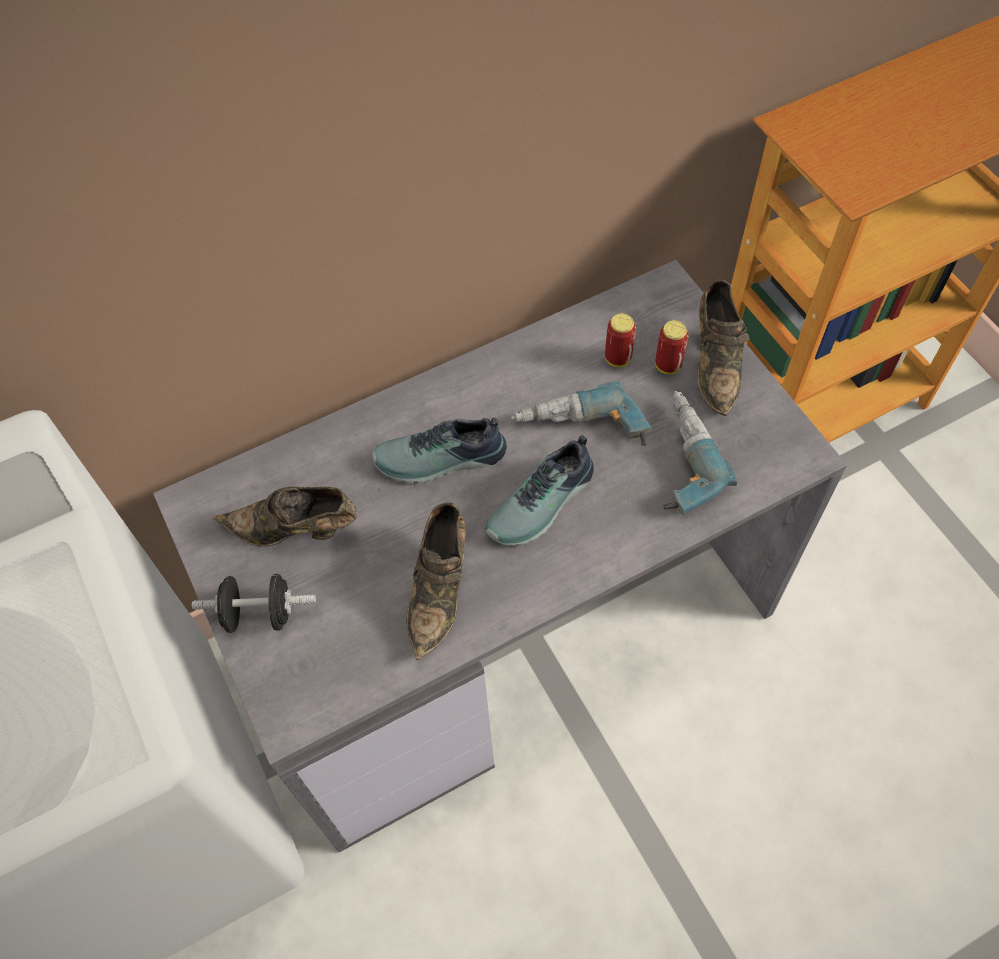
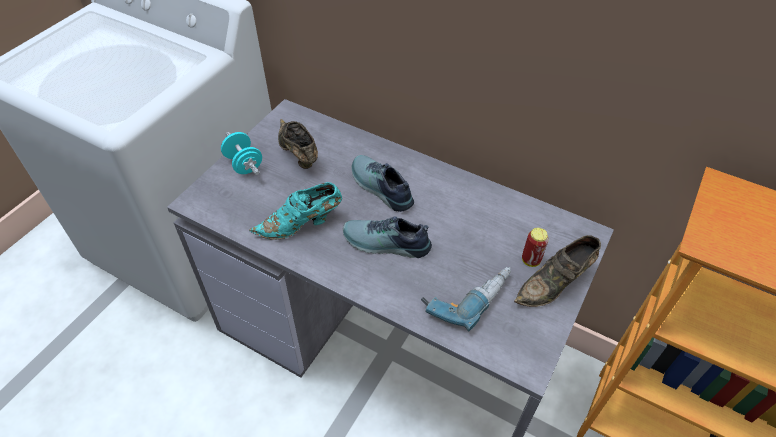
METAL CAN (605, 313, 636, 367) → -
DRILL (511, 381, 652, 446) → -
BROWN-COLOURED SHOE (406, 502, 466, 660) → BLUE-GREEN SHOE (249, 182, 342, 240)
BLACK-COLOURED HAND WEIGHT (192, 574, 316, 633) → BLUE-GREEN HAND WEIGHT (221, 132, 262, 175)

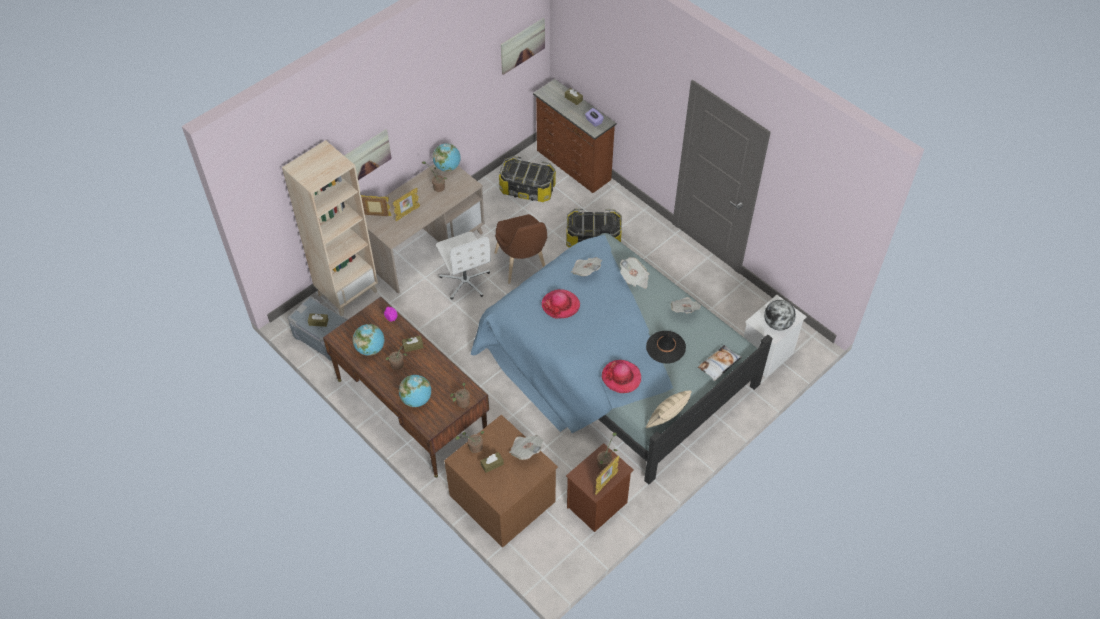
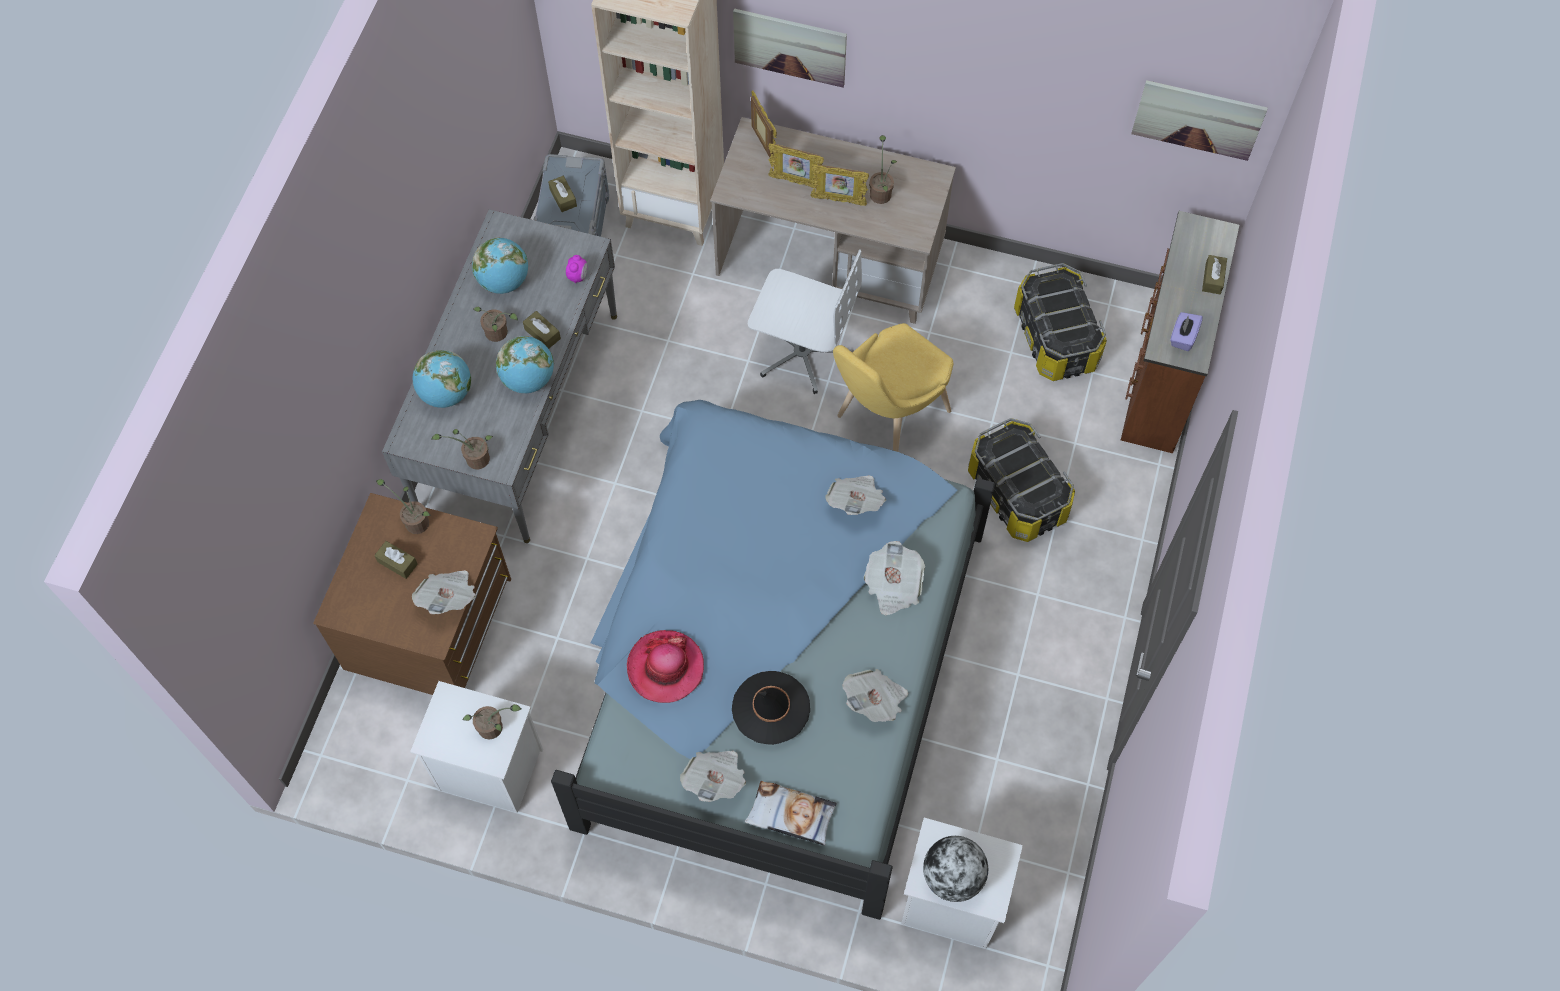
GLOBE (432, 143, 461, 172) → GLOBE (496, 336, 554, 393), moved
BROWN-COLOURED UPRIGHT CHAIR (495, 214, 547, 284) → YELLOW UPRIGHT CHAIR (833, 323, 953, 452)
WHITE-COLOURED OFFICE CHAIR (436, 232, 491, 300) → WHITE-COLOURED OFFICE CHAIR (748, 249, 862, 394), 105 degrees counterclockwise
CLOTHING HAT (541, 289, 580, 319) → -
BROWN-COLOURED DESK UNIT (323, 297, 489, 478) → GREYISH DESK UNIT (382, 209, 617, 543)
BEIGE-COLOURED THROW PILLOW (646, 390, 691, 428) → -
BROWN-COLOURED BEDSIDE TABLE (566, 443, 634, 532) → WHITE-COLOURED BEDSIDE TABLE (410, 681, 543, 813)
PICTURE FRAME (595, 456, 620, 495) → PICTURE FRAME (810, 164, 869, 206), moved
- → PRINTED PAPER (680, 751, 746, 802)

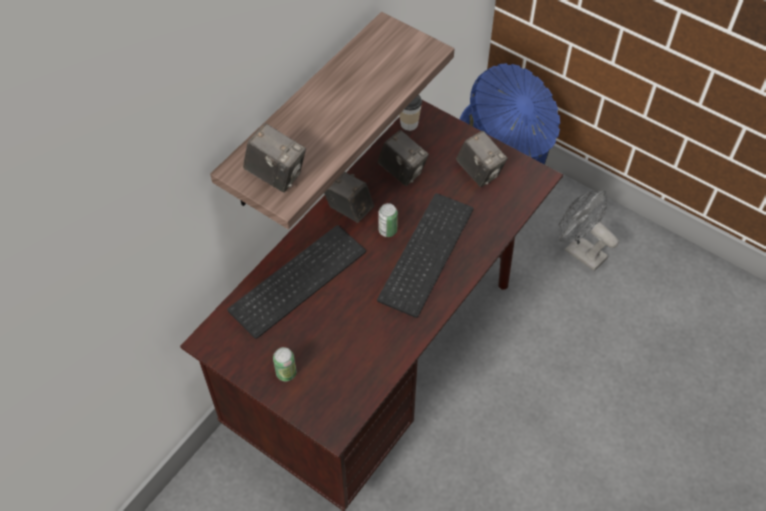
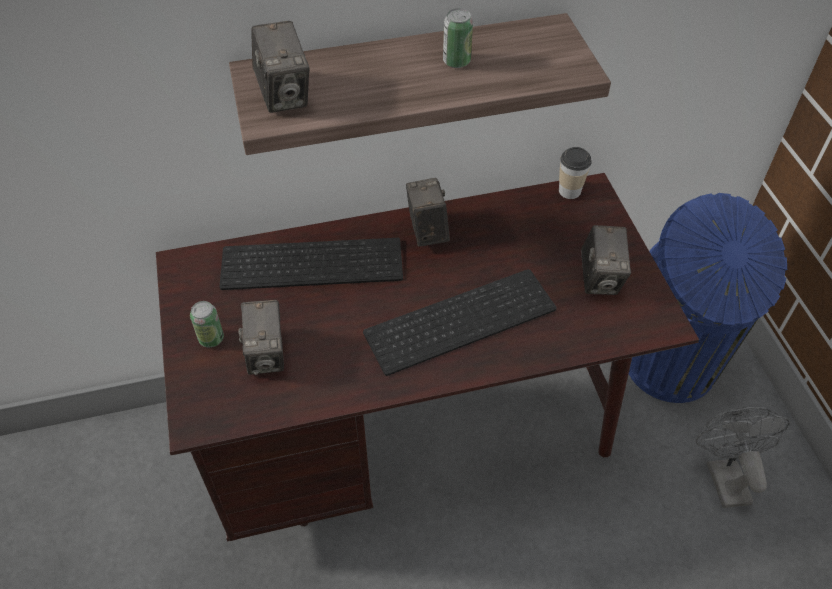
PHOTO CAMERA (377, 130, 429, 186) → PHOTO CAMERA (238, 300, 284, 375), moved
METAL CAN (378, 203, 398, 237) → METAL CAN (443, 9, 473, 68), moved

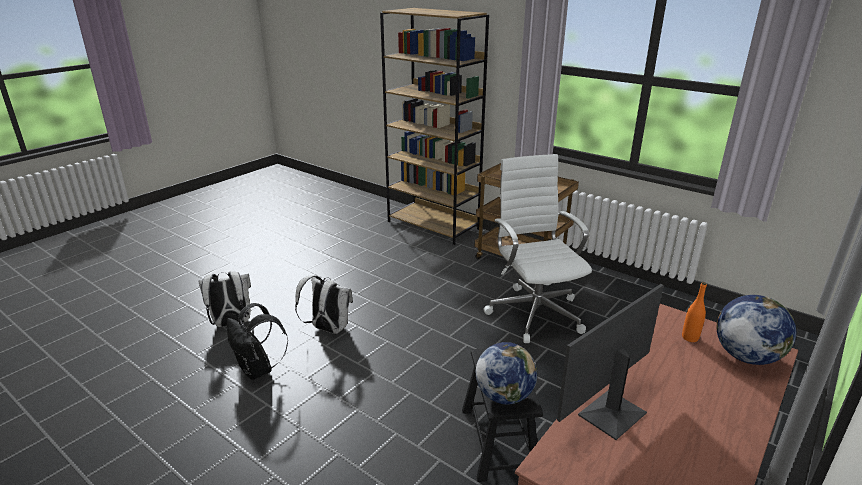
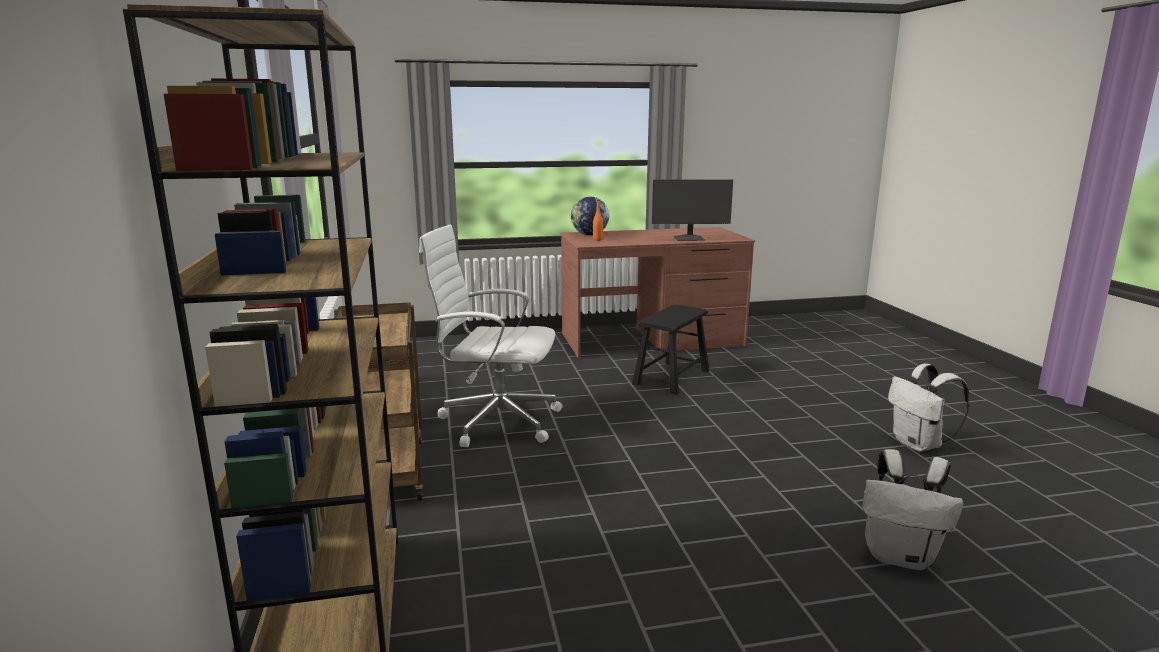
WHITE-COLOURED OFFICE CHAIR (483, 154, 592, 343) → WHITE-COLOURED OFFICE CHAIR (419, 225, 563, 447), 75 degrees clockwise
WHITE-COLOURED BACKPACK (295, 275, 353, 334) → WHITE-COLOURED BACKPACK (888, 364, 969, 452), moved
BLACK-COLOURED BACKPACK (227, 303, 288, 380) → -
GLOBE (476, 342, 537, 404) → -

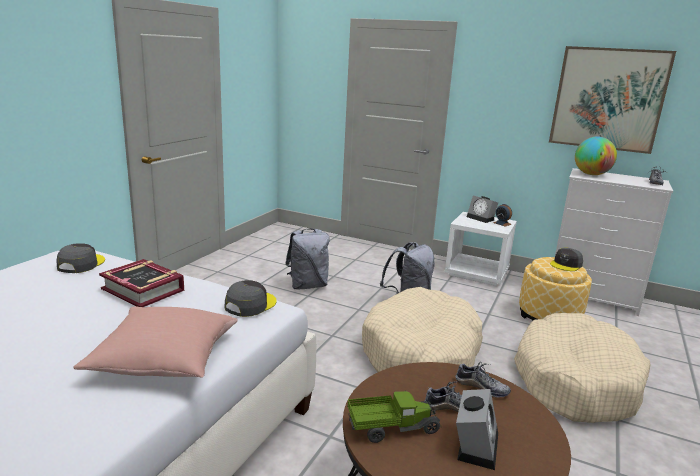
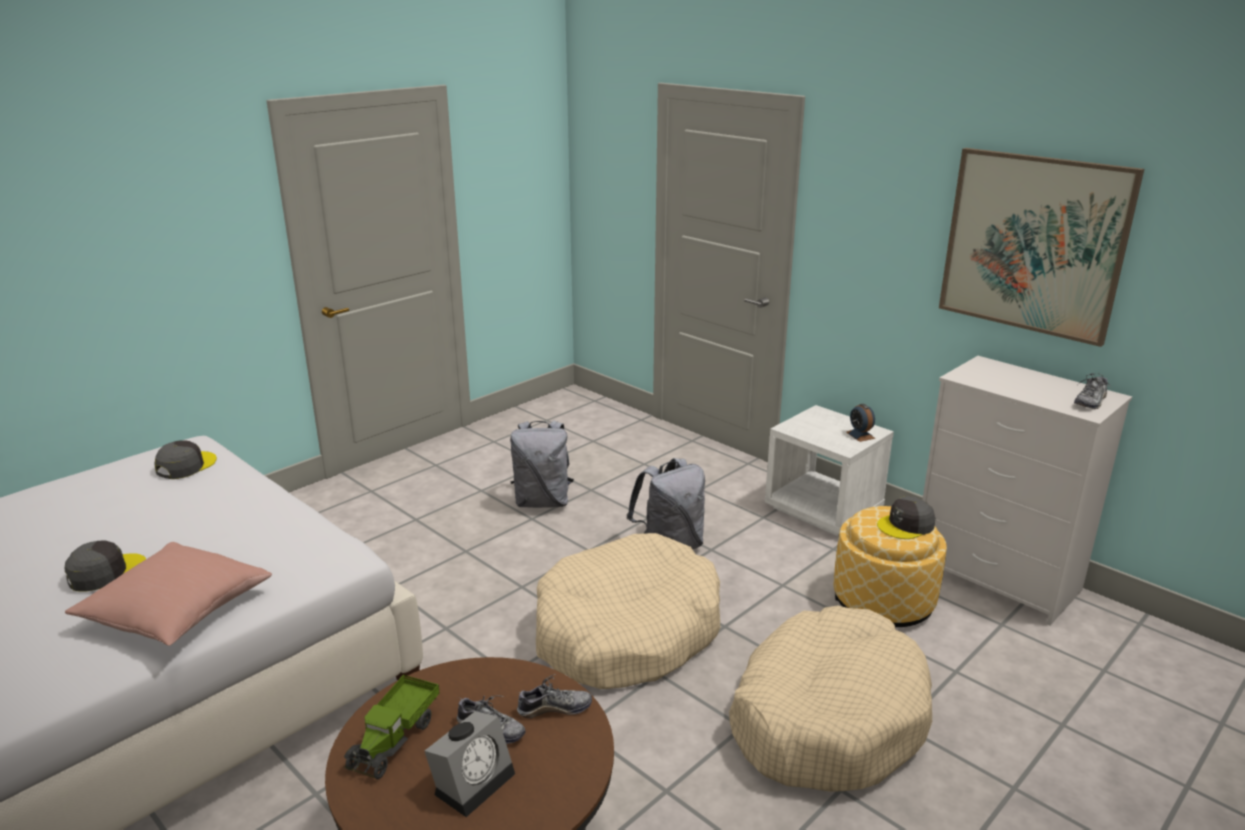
GLOBE (575, 136, 617, 175) → -
TABLE CLOCK (467, 196, 498, 223) → -
VOLUME (99, 259, 184, 307) → -
GREYISH PEAKED CAP (224, 280, 277, 317) → GREYISH PEAKED CAP (65, 540, 146, 592), moved
SHOE (455, 362, 511, 398) → SHOE (517, 674, 592, 718), 60 degrees counterclockwise
TOY LORRY (348, 390, 441, 443) → TOY LORRY (344, 675, 440, 779), 105 degrees clockwise

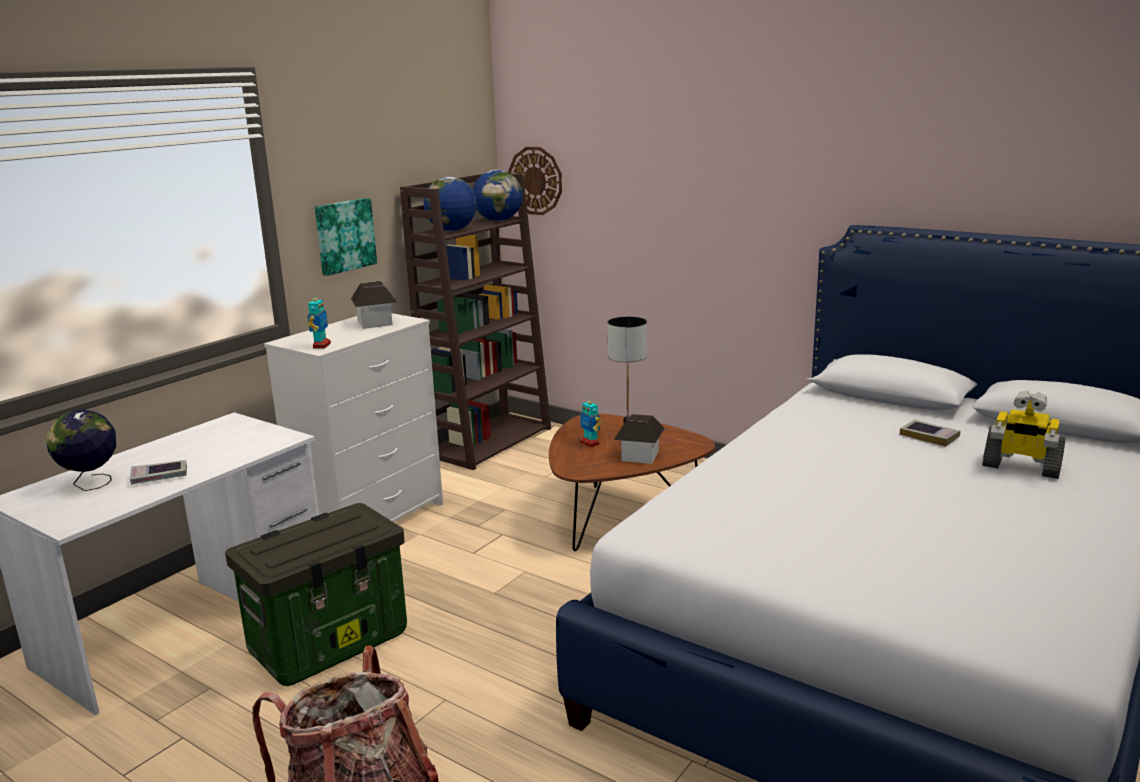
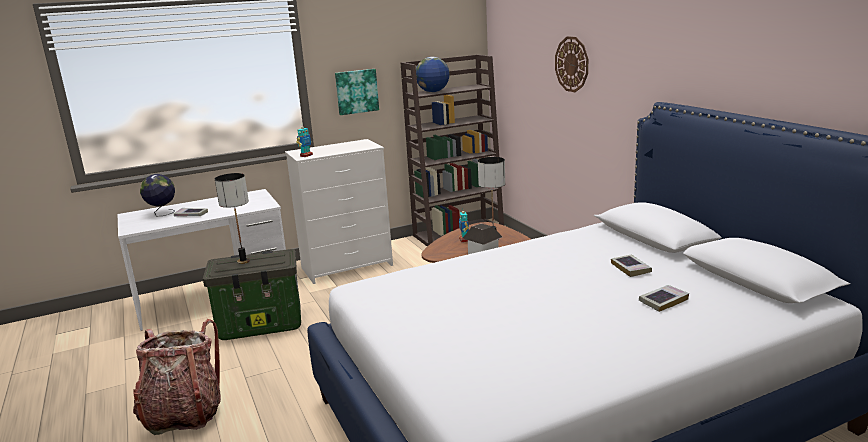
CLOCK ON THE WALL (508, 147, 562, 215) → CLOCK ON THE WALL (555, 36, 588, 92), moved
GLOBE (473, 170, 523, 221) → -
TOY HOUSE (351, 281, 397, 329) → -
TOY ROBOT (982, 391, 1066, 479) → VOLUME (639, 285, 689, 312)
- → TABLE LAMP (215, 173, 250, 264)

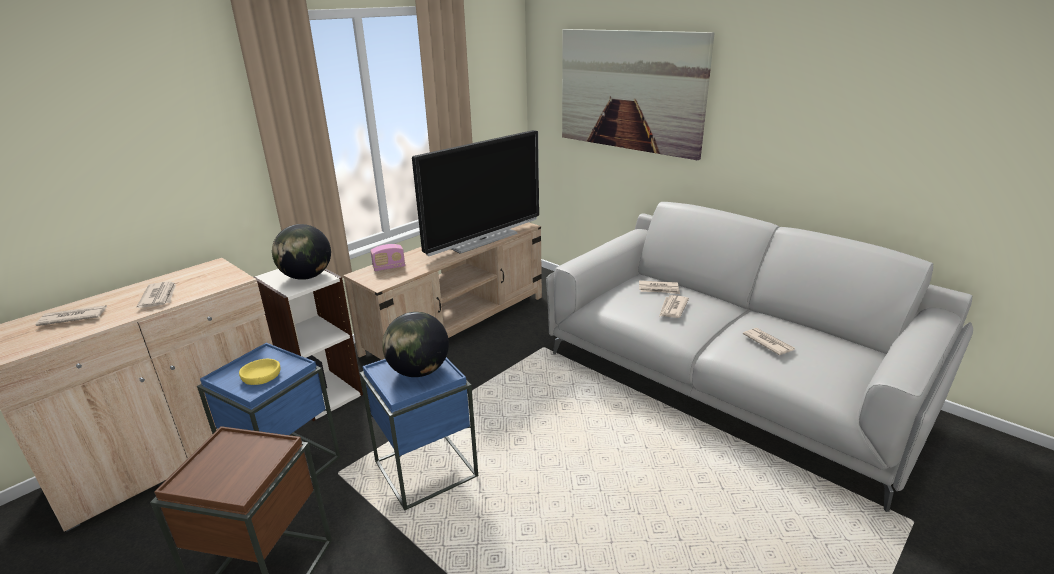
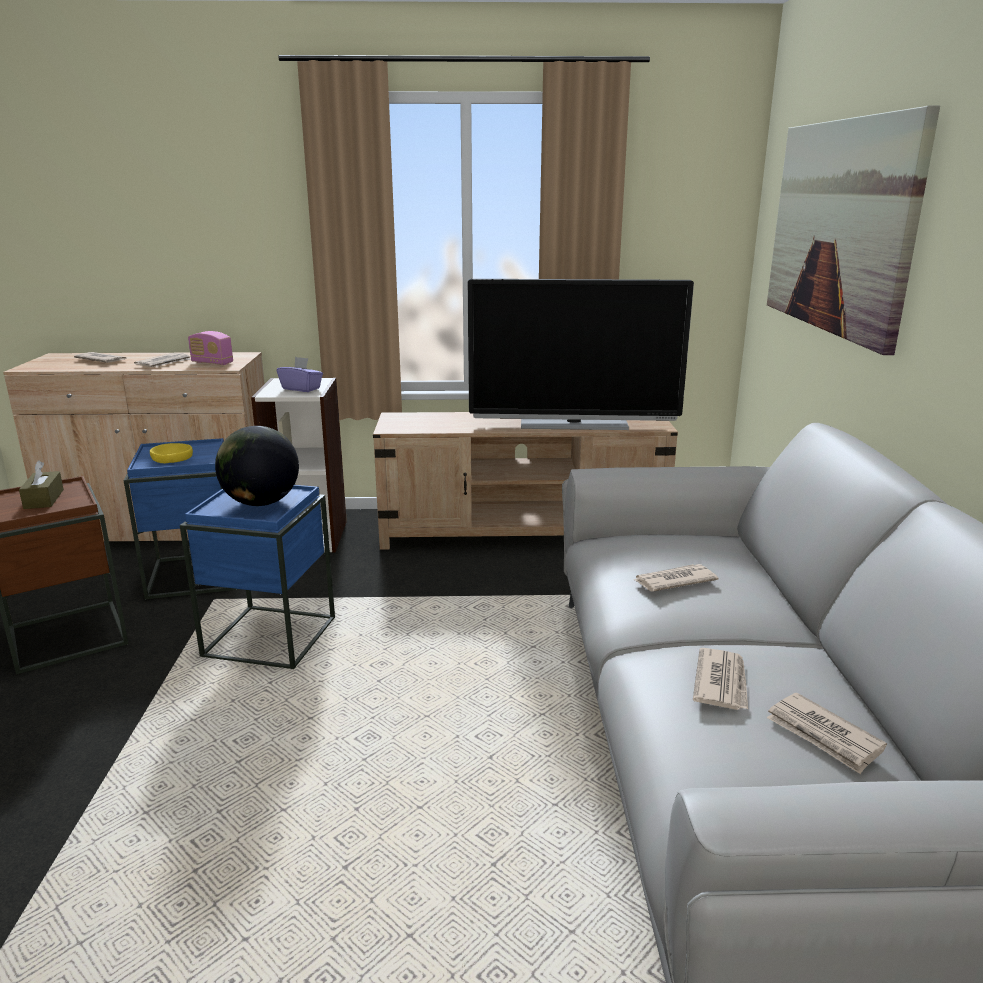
GLOBE (272, 224, 331, 280) → PURPLE-COLOURED BOX OF TISSUES (277, 357, 323, 392)
RADIO SET (370, 244, 405, 271) → RADIO SET (188, 331, 233, 365), moved
PRINTED PAPER (639, 281, 680, 294) → PRINTED PAPER (767, 693, 887, 774), moved
- → BROWN-COLOURED BOX OF TISSUES (19, 460, 64, 509)

